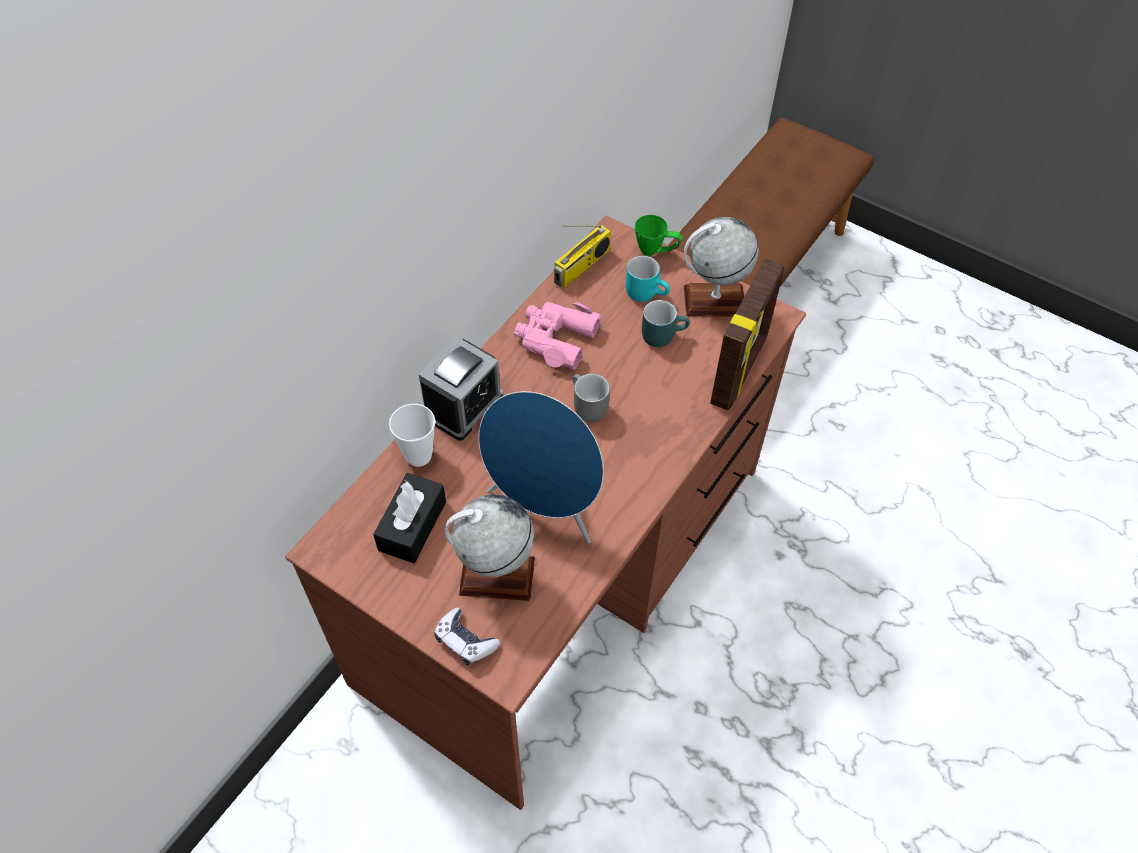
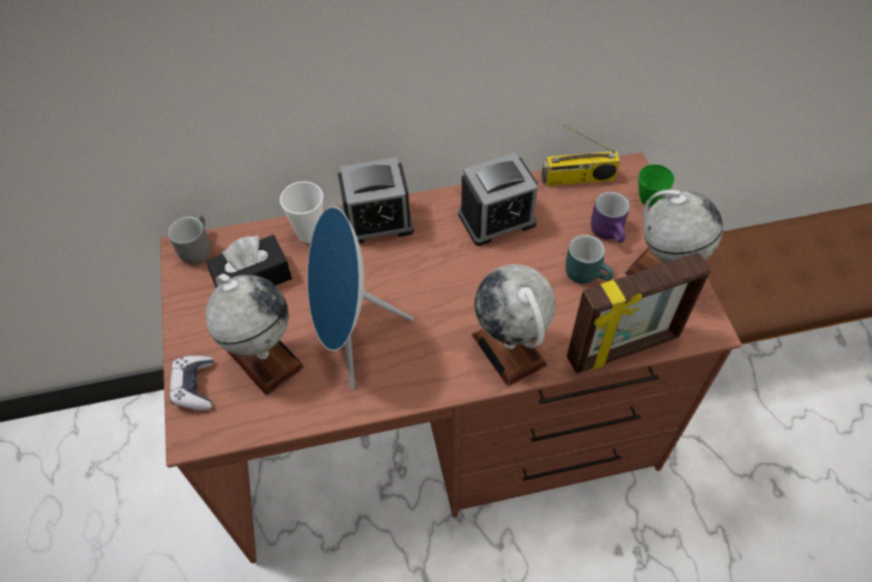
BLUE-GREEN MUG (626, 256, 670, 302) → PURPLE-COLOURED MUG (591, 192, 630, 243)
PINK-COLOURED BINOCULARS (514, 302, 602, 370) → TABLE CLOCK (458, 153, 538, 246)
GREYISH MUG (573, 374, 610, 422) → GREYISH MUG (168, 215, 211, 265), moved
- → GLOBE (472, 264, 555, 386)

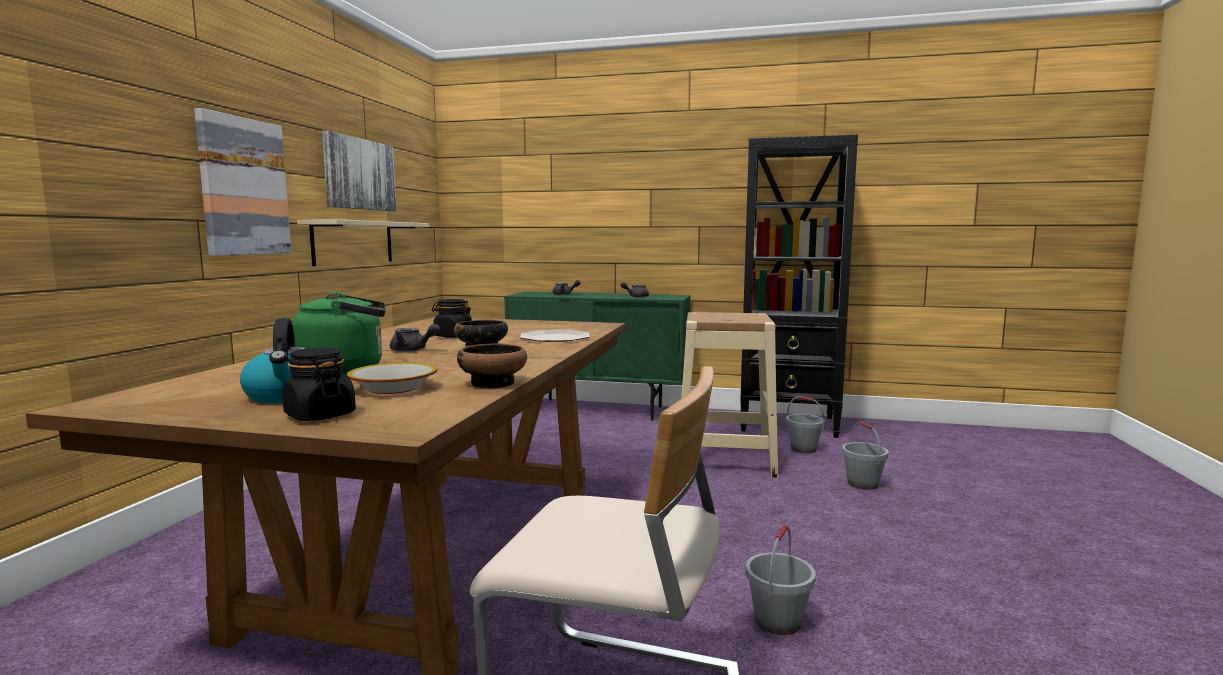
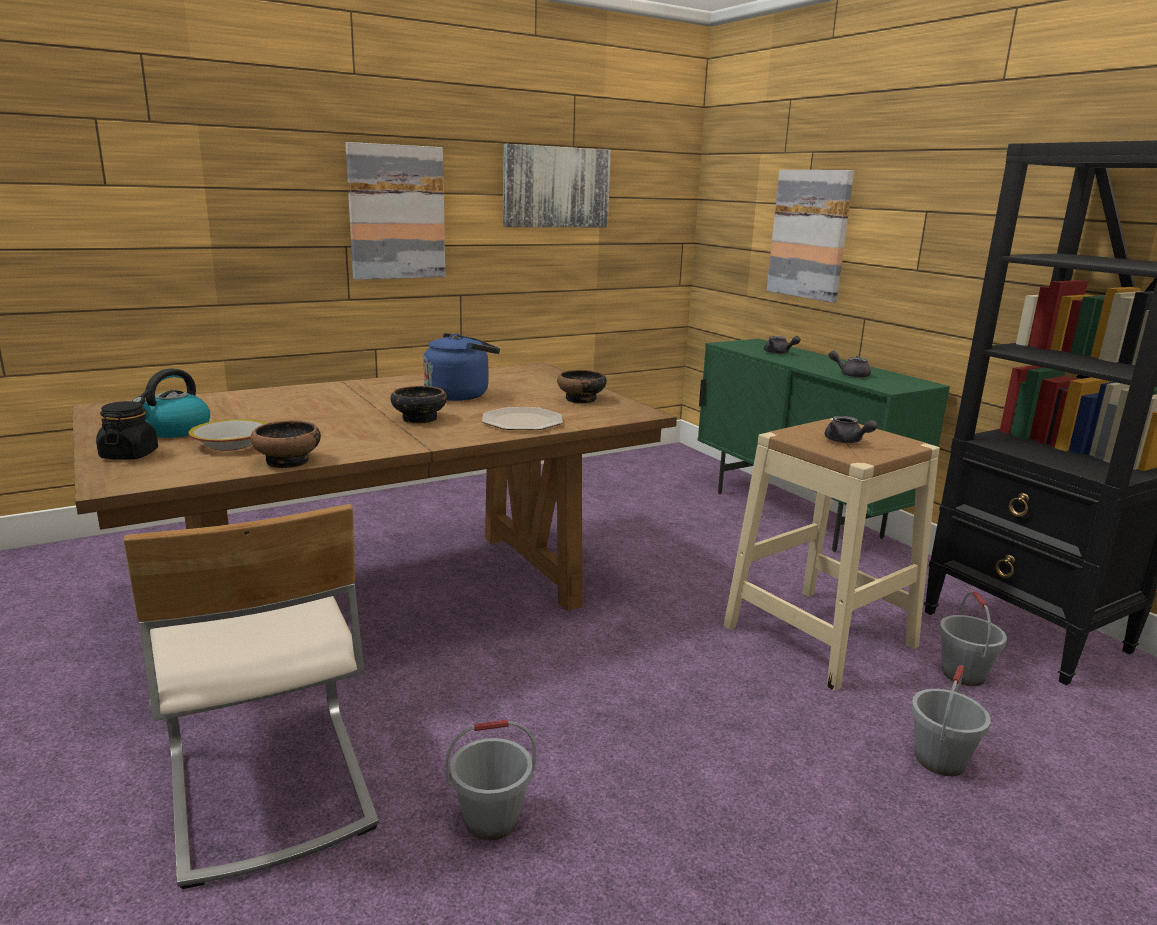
BEIGE-COLOURED SHELF (297, 219, 429, 266) → -
GREENISH WATER KETTLE (292, 292, 386, 375) → -
BLACK-COLOURED STORAGE JAR (432, 299, 472, 338) → BLUISH WATER KETTLE (423, 333, 500, 401)
GREYISH TEA POT (390, 324, 440, 352) → GREYISH TEA POT (825, 416, 878, 443), moved
- → WALL ART (767, 170, 854, 303)
- → SERVING BOWL (557, 370, 607, 403)

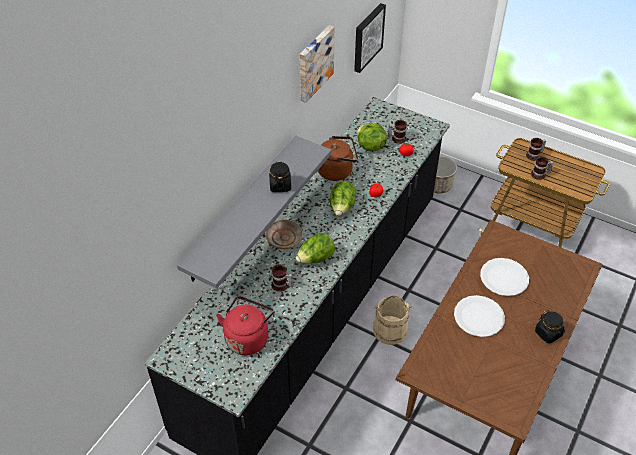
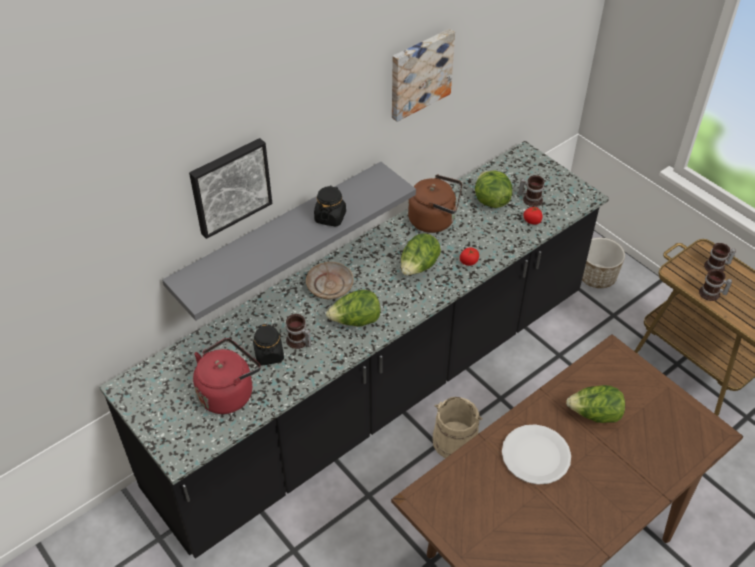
WALL ART (354, 3, 386, 73) → WALL ART (189, 138, 272, 239), moved
WHITE-COLOURED DINNER PLATE (480, 258, 529, 296) → LETTUCE (566, 385, 625, 423)
BLACK-COLOURED STORAGE JAR (535, 310, 565, 344) → BLACK-COLOURED STORAGE JAR (253, 324, 284, 366), moved

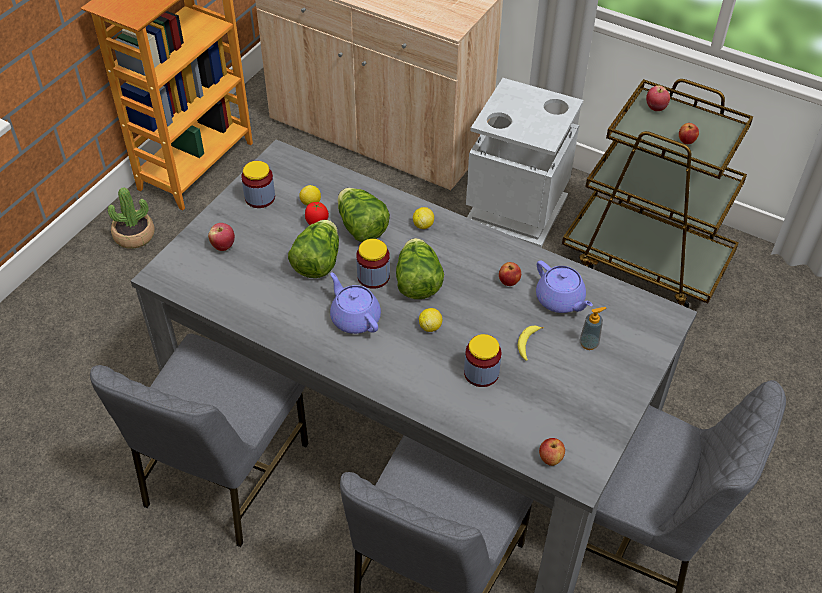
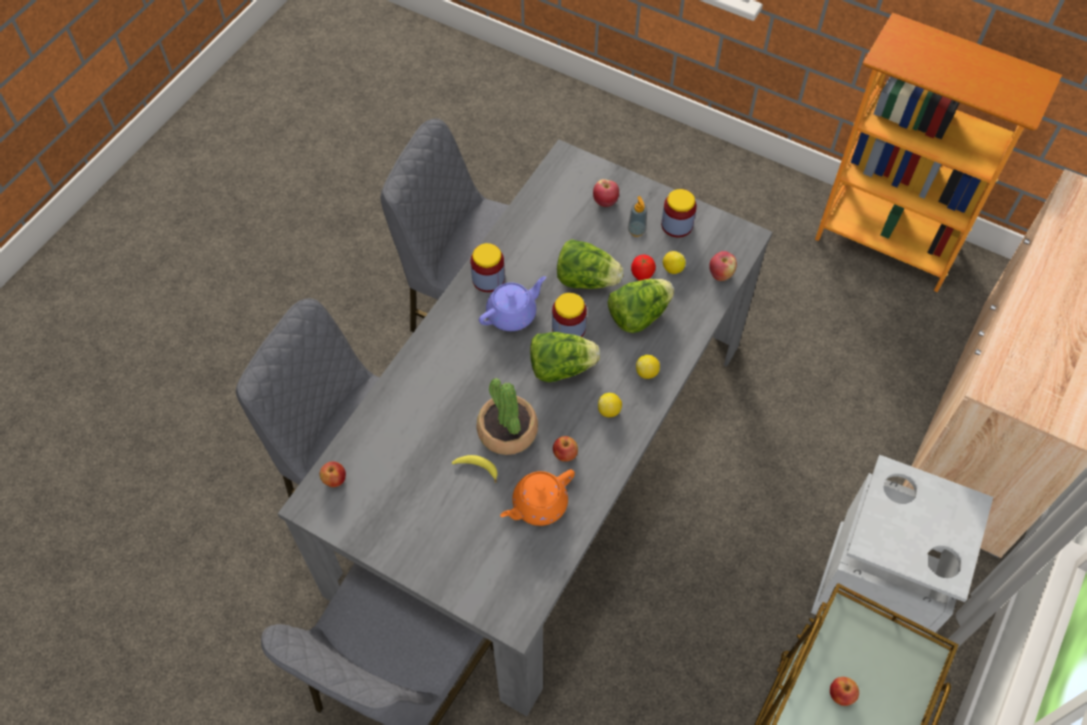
APPLE (646, 86, 670, 111) → APPLE (709, 251, 737, 281), moved
HOUSEPLANT (108, 187, 155, 249) → HOUSEPLANT (476, 378, 538, 455), moved
PURPLE-COLOURED TEA POT (536, 260, 593, 313) → ORANGEY TEA POT (500, 469, 575, 526)
SOAP DISPENSER (579, 307, 607, 350) → SOAP DISPENSER (628, 196, 647, 237), moved
WHOLE LEMON (419, 308, 443, 332) → WHOLE LEMON (598, 393, 622, 417), moved
STORAGE JAR (464, 334, 501, 387) → STORAGE JAR (470, 243, 505, 292), moved

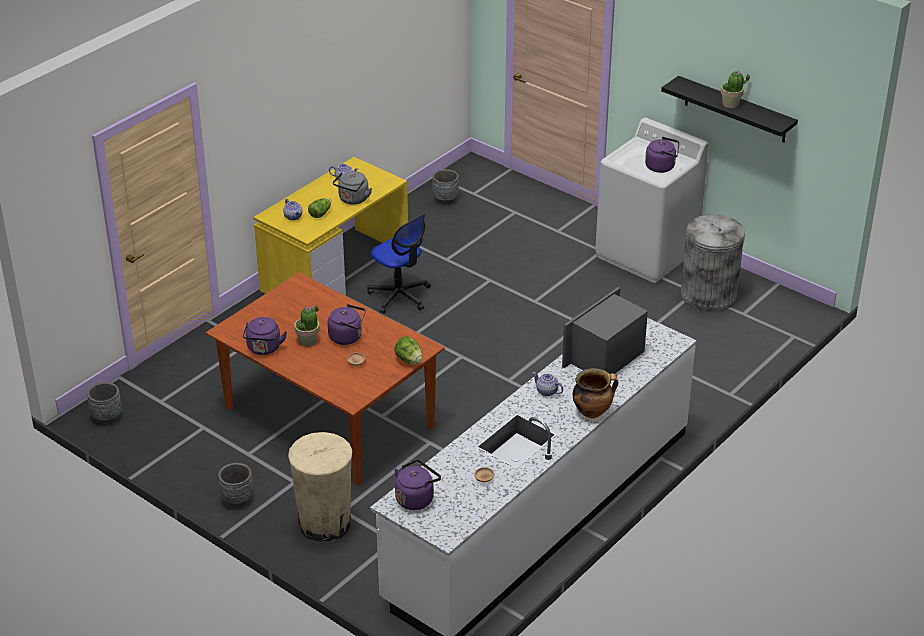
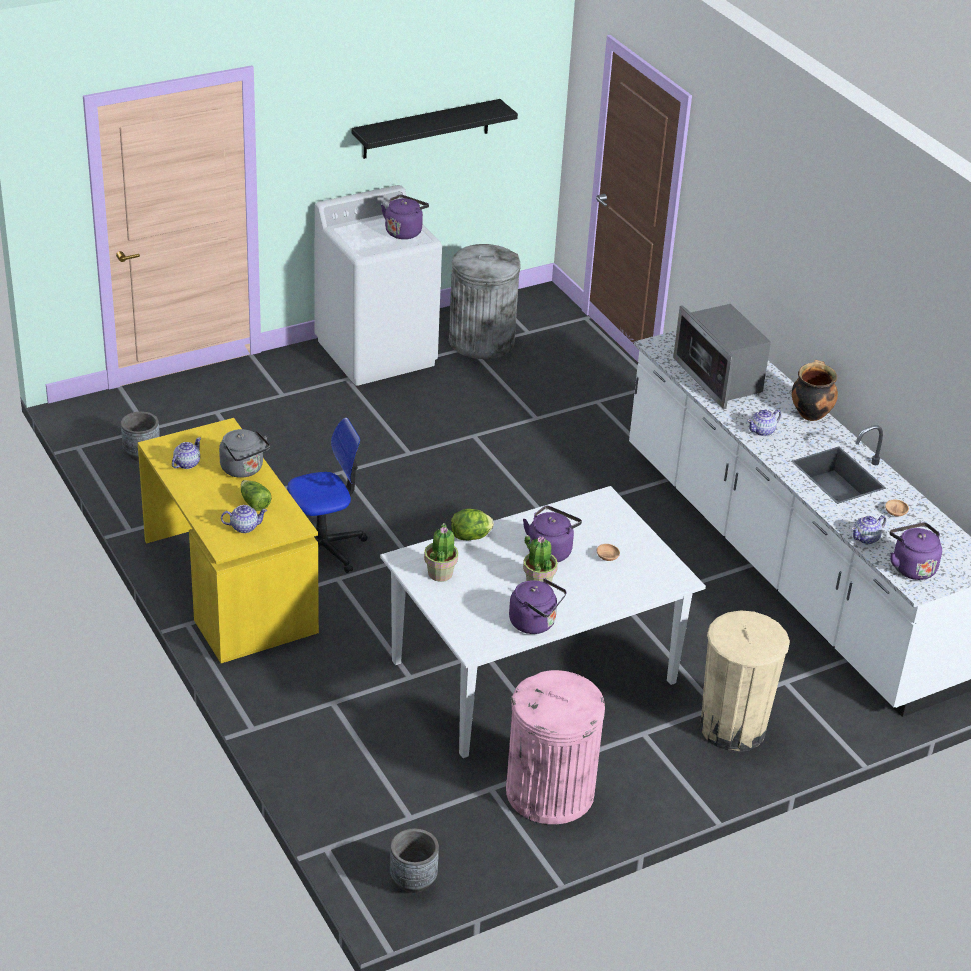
HOUSEPLANT (721, 70, 750, 108) → HOUSEPLANT (424, 523, 458, 582), moved
BROWN-COLOURED DINNER TABLE (206, 273, 445, 485) → WHITE-COLOURED DINNER TABLE (380, 486, 706, 758)
LETTUCE (395, 336, 423, 365) → LETTUCE (451, 509, 494, 540), moved
GREYISH PLANT POT (218, 463, 254, 507) → -
- → TEA POT (852, 515, 886, 544)
- → PINK-COLOURED TRASH CAN (506, 670, 605, 824)

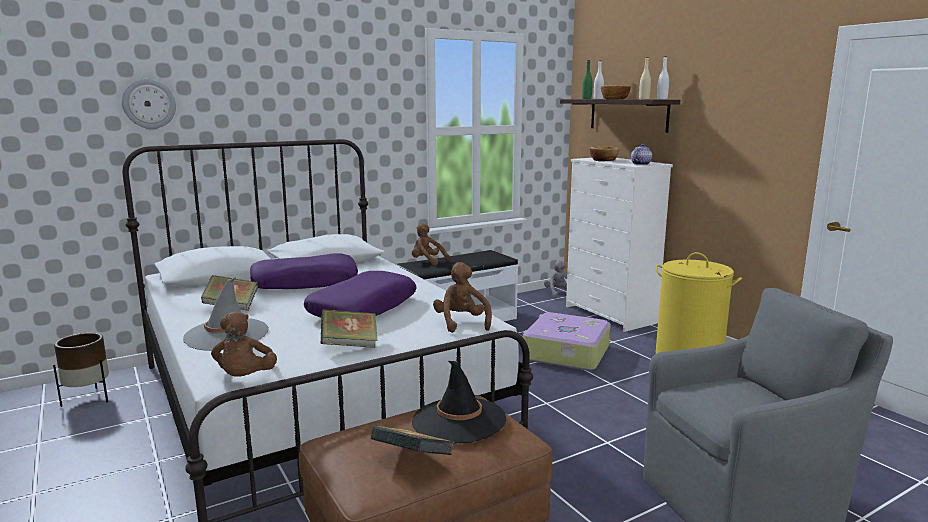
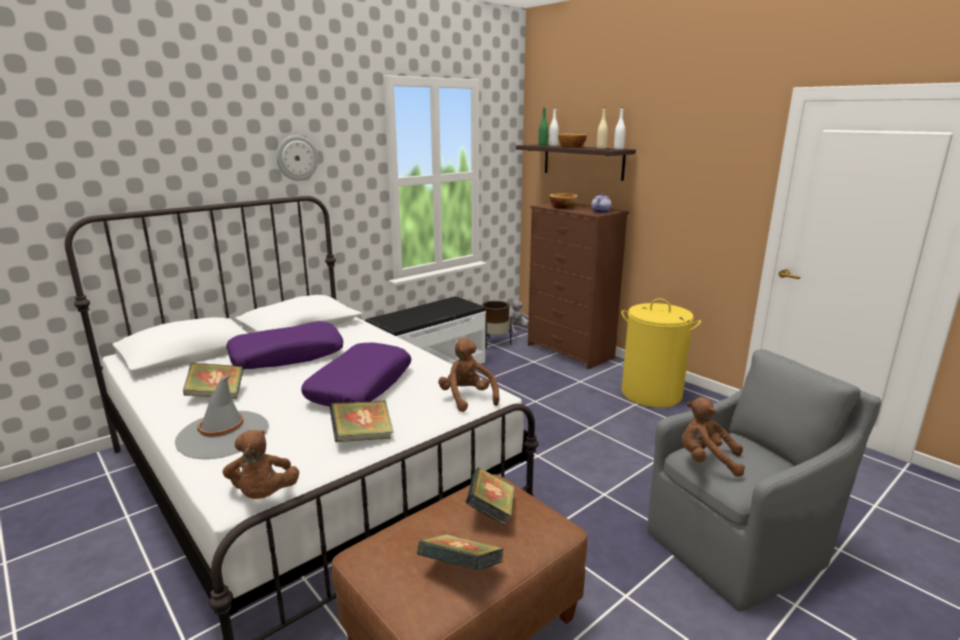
CLOCK ON THE WALL (122, 79, 176, 129) → CLOCK ON THE WALL (276, 135, 318, 181), moved
WHITE-COLOURED CHEST OF DRAWERS (566, 158, 673, 332) → BROWN-COLOURED CHEST OF DRAWERS (528, 203, 629, 370)
BROWN-COLOURED PLUSH TOY (412, 223, 450, 266) → BROWN-COLOURED PLUSH TOY (682, 397, 745, 477), moved
SUITCASE (522, 312, 611, 371) → -
BROWN-COLOURED PLANT POT (53, 333, 109, 407) → BROWN-COLOURED PLANT POT (482, 301, 512, 349), moved
BLACK-COLOURED CLOTHING HAT (412, 361, 506, 443) → VOLUME (466, 467, 514, 525)

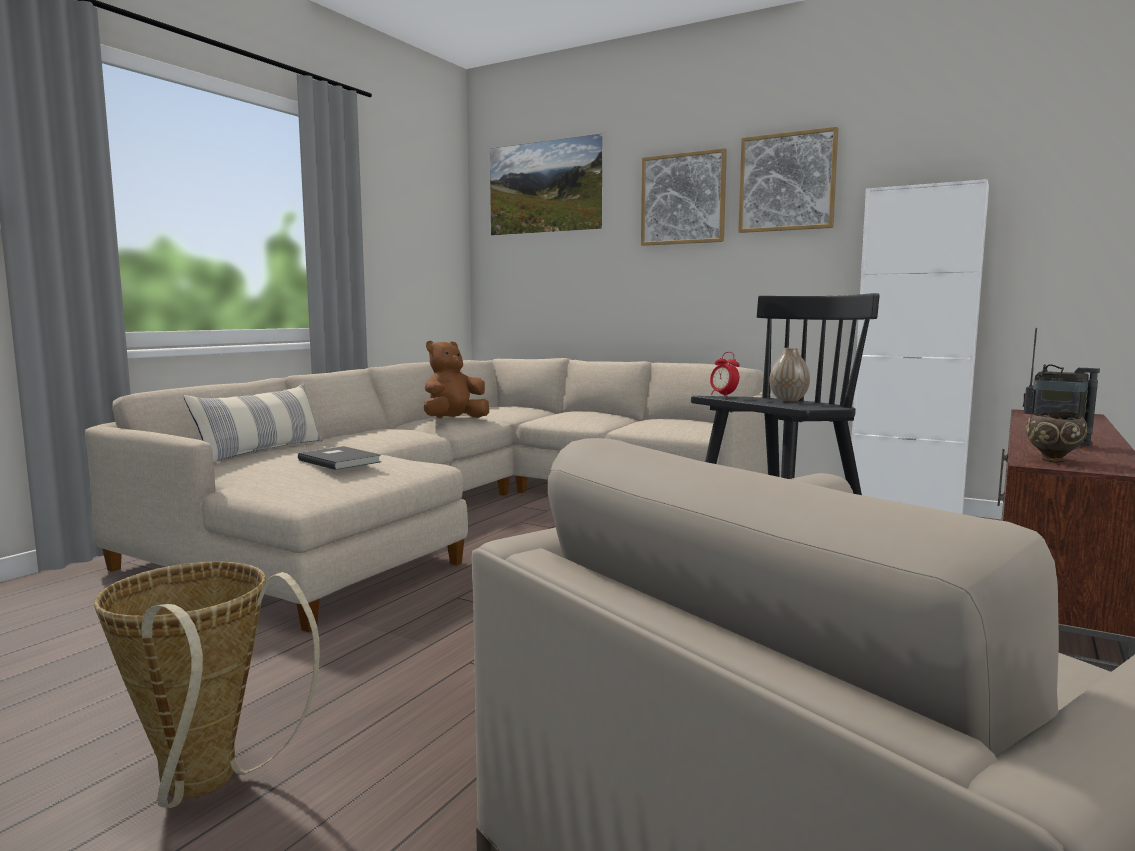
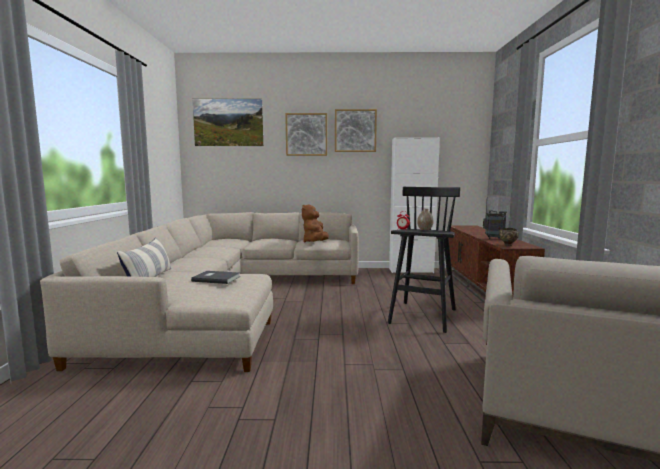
BROWN-COLOURED PLUSH TOY (424, 340, 489, 418) → BROWN-COLOURED PLUSH TOY (302, 204, 329, 243), moved
BASKET (94, 561, 320, 808) → -

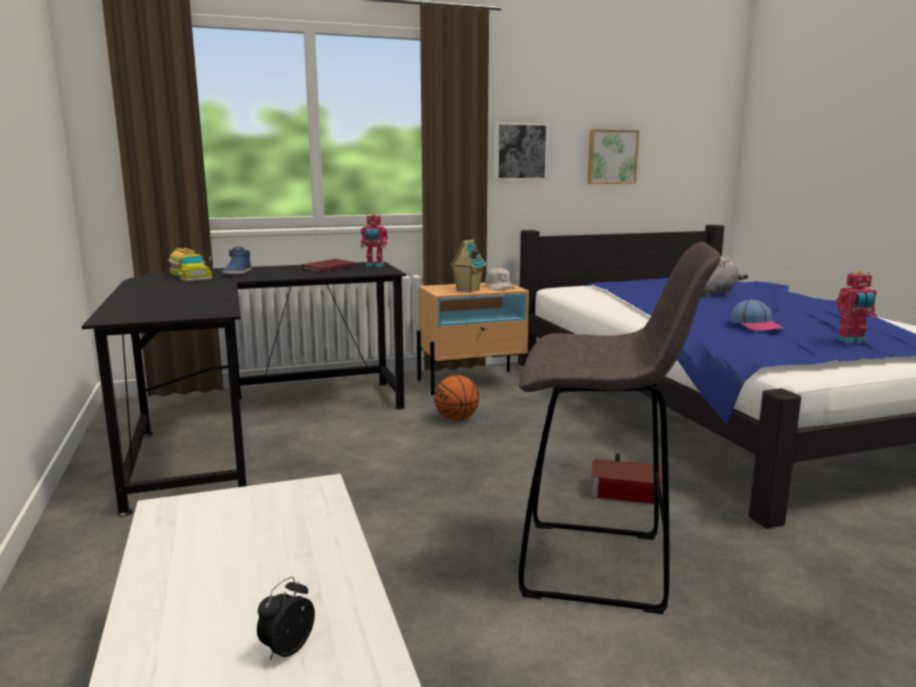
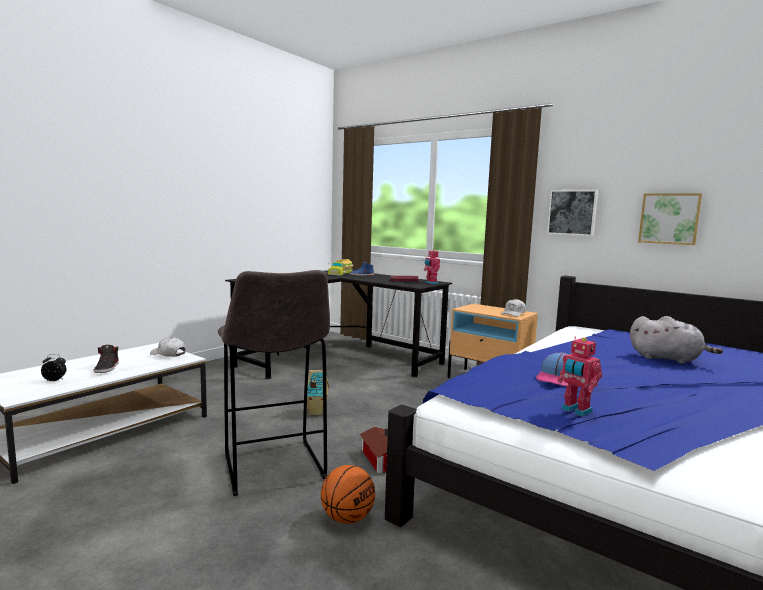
TOY HOUSE (450, 239, 486, 293) → TOY HOUSE (307, 370, 329, 415), moved
BALL FOR BASKETBALL (434, 375, 479, 420) → BALL FOR BASKETBALL (321, 465, 375, 524), moved
- → WHITE-COLOURED PEAKED CAP (150, 337, 186, 357)
- → BLACK-COLOURED SHOE (94, 345, 119, 373)

